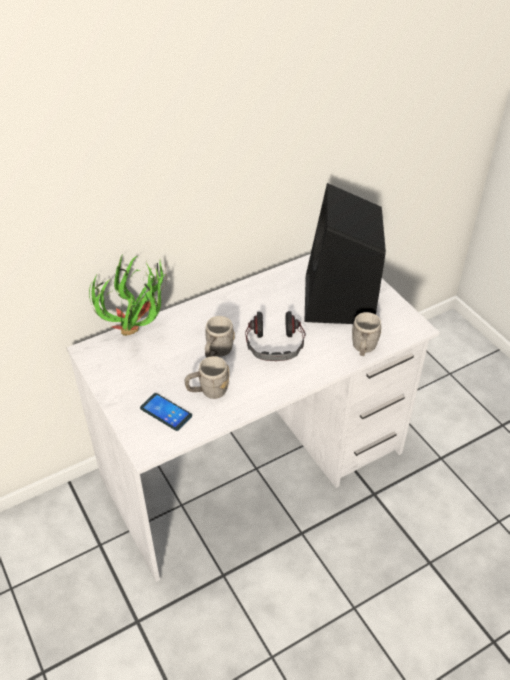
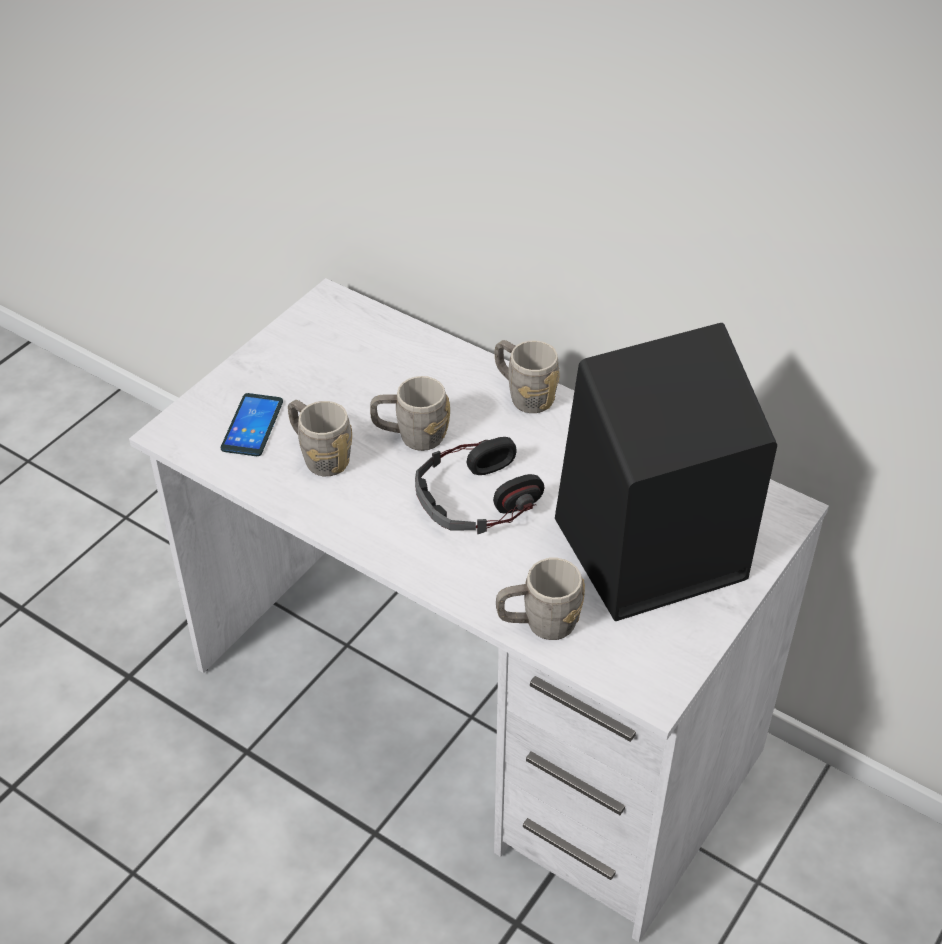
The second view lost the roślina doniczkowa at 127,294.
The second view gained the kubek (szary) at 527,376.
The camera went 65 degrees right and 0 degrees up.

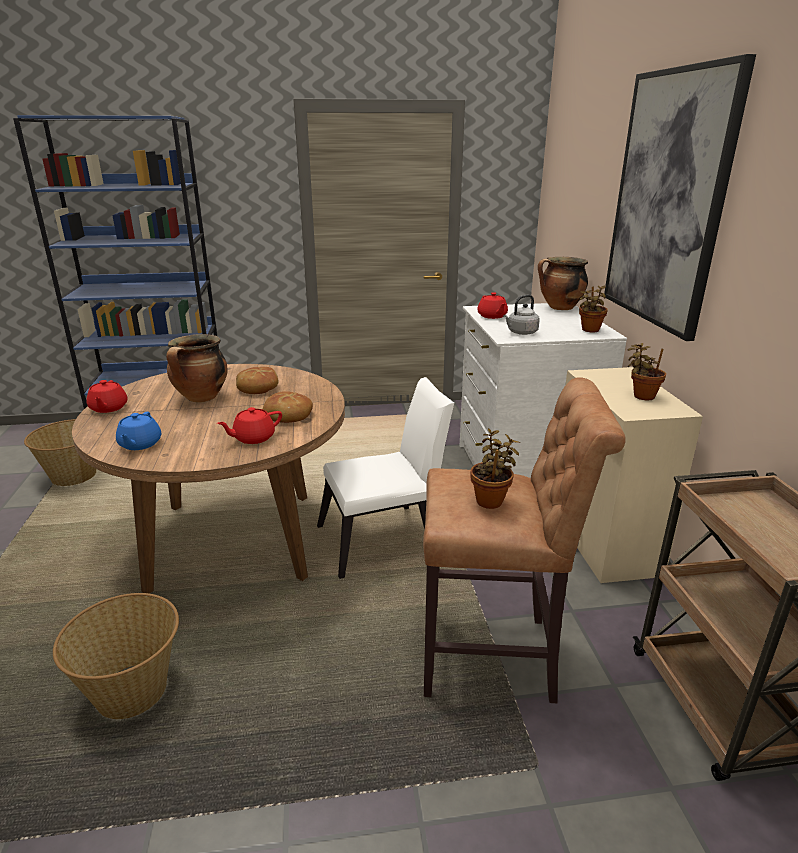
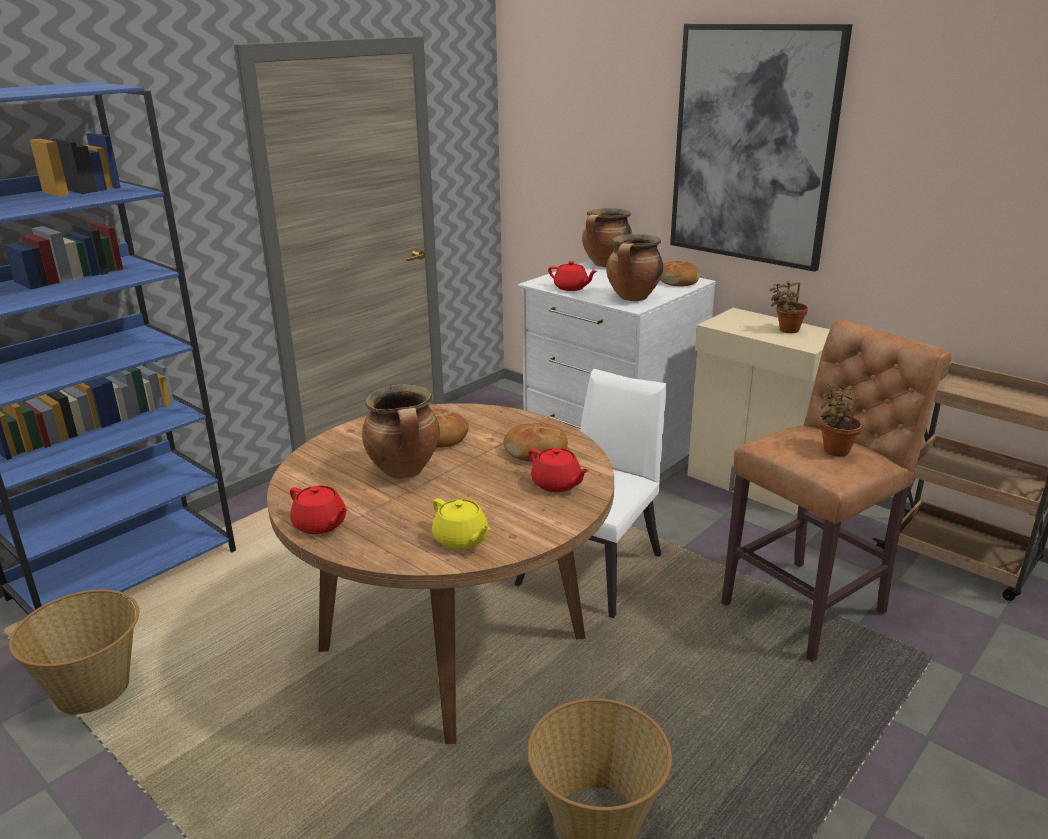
Where the czajnik (szary) stood at 521,315, the garnek came to stand at 634,267.
Where the roślina doniczkowa stood at 593,309, the chleb came to stand at 679,273.
What was the imbryk (niebieski) at 138,431 turned into the imbryk (żółty) at 461,524.
The imbryk (czerwony) at 249,425 ended up facing another way, 60 degrees counterclockwise from before.
The camera went 40 degrees left and 0 degrees up.

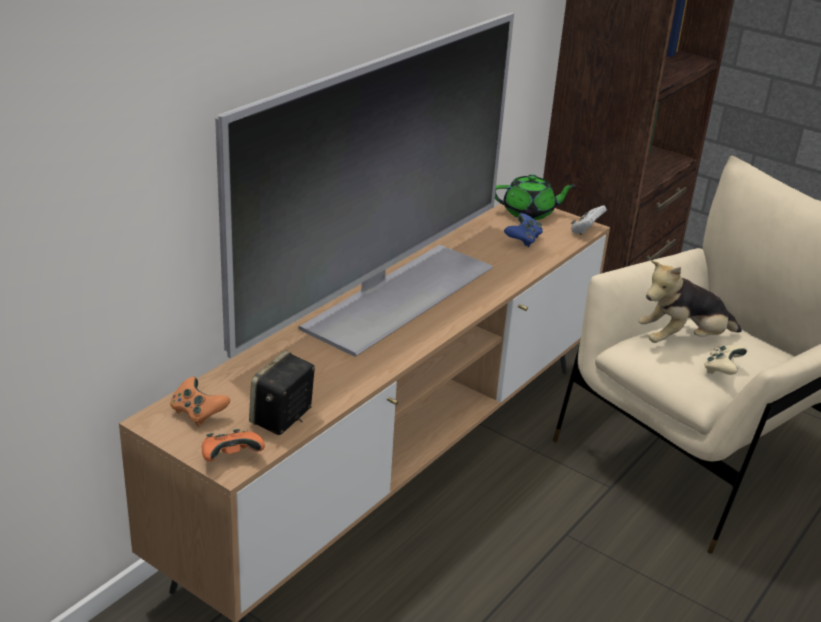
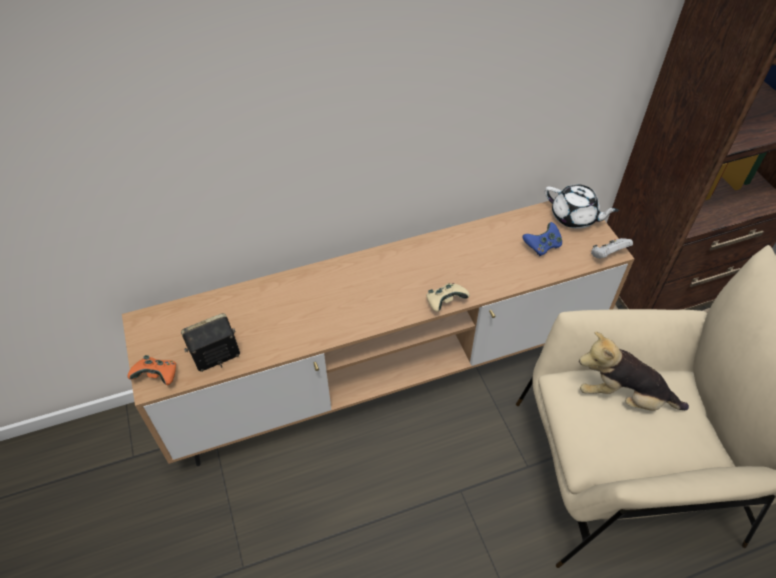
The second view lost the pad do gier (pomarańczowy) at 200,401.
The second view lost the telewizor at 364,185.
The pad do gier (beżowy) ended up elsewhere, having gone from 725,360 to 448,297.
What was the imbryk (zielony) at 535,197 turned into the imbryk (biały) at 582,206.
The camera went 35 degrees right and 20 degrees up.

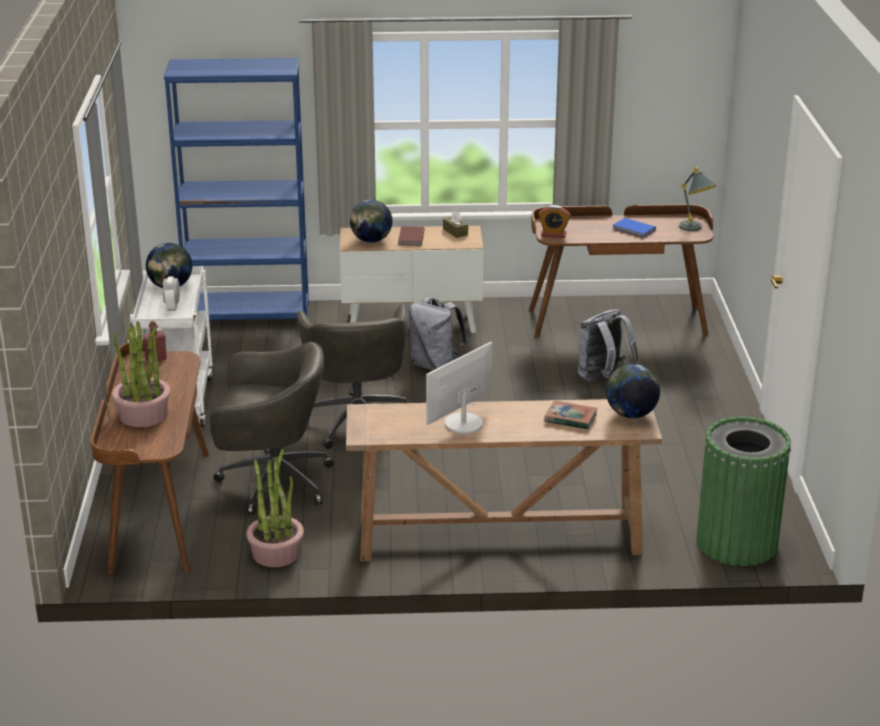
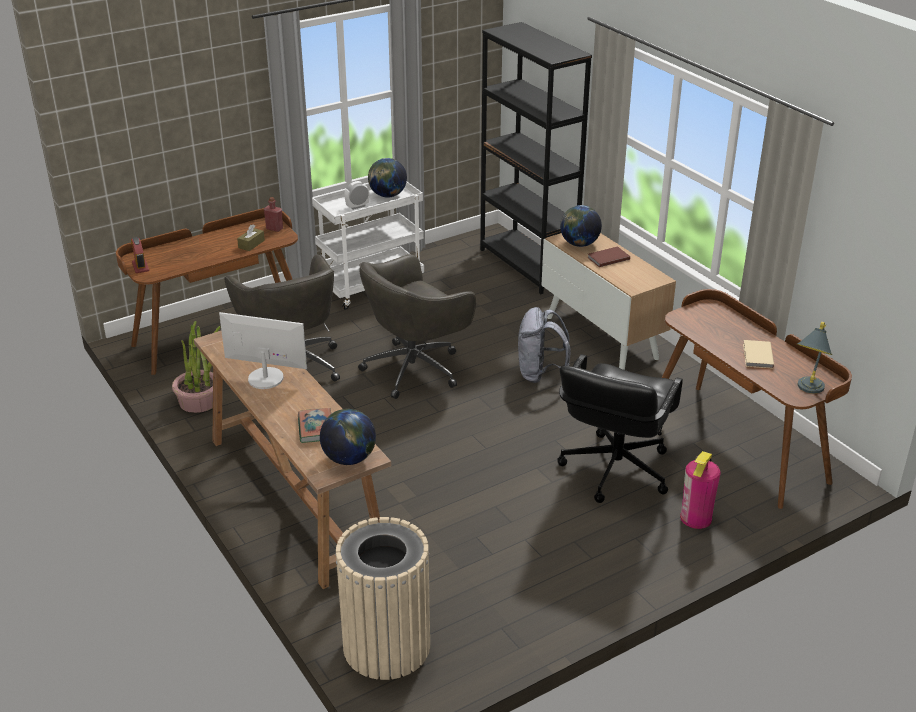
The second view lost the roślina doniczkowa at 141,374.
The second view gained the gaśnica at 700,490.
The pudełko chusteczek (brązowy) ended up elsewhere, having gone from 455,224 to 251,238.
The budzik ended up elsewhere, having gone from 554,221 to 140,255.
Where the plecak (szary) stood at 608,345, the krzesło biurowe (czarny) came to stand at 620,428.
What was the regał (niebieski) at 236,189 turned into the regał (czarny) at 536,158.
What was the książka (niebieski) at 634,228 turned into the książka (beżowy) at 758,354.
What was the kosz na śmieci (zielony) at 744,491 turned into the kosz na śmieci (beżowy) at 382,598.
The camera went 60 degrees right and 5 degrees up.

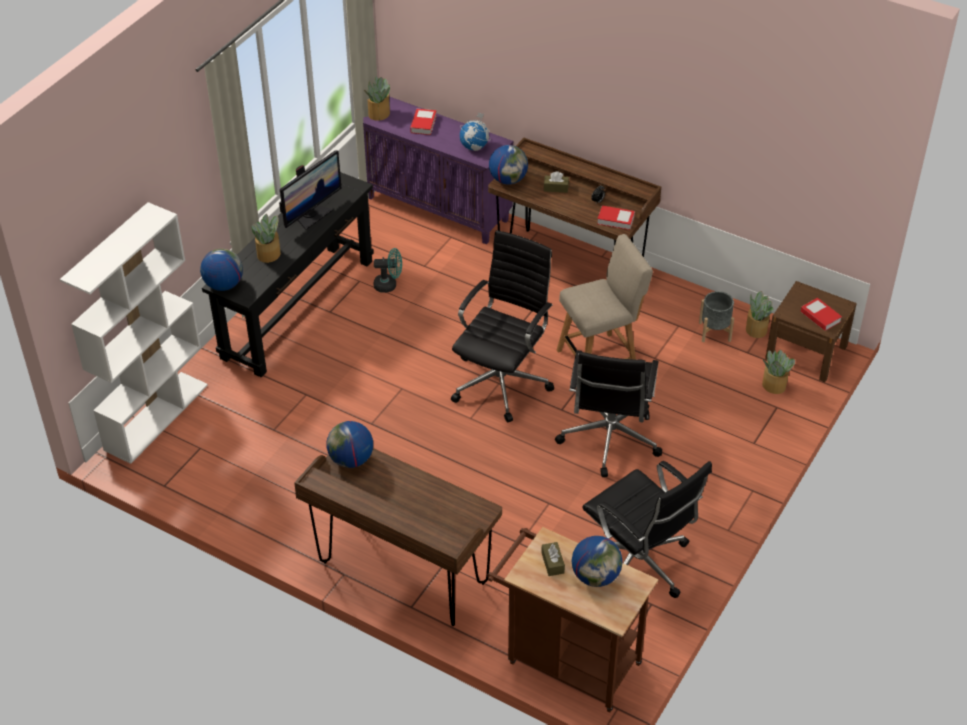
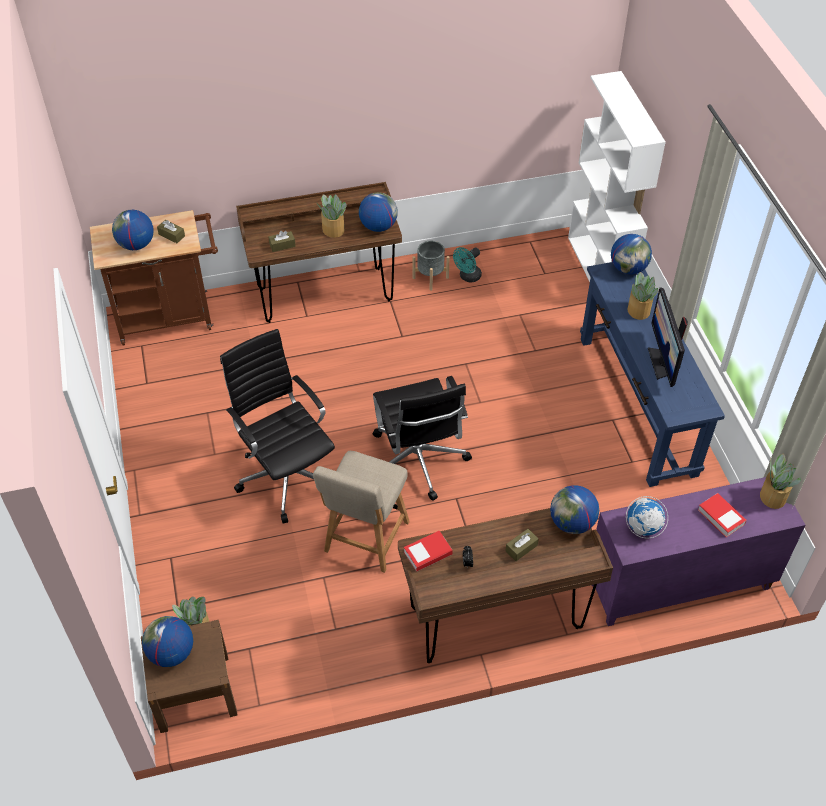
The second view lost the krzesło biurowe (czarny) at 647,529.
The second view gained the pudełko chusteczek (brązowy) at 282,241.
The wentylator (turkusowy) ended up elsewhere, having gone from 387,270 to 467,264.
The donica (szary) ended up elsewhere, having gone from 716,316 to 431,266.
The roślina doniczkowa ended up elsewhere, having gone from 760,314 to 331,216.
Where the książka stood at 821,314, the globus came to stand at 167,641.
What was the stolik konsolowy (czarny) at 288,274 turned into the stolik konsolowy (niebieski) at 652,374.
The camera went 135 degrees right and 5 degrees up.

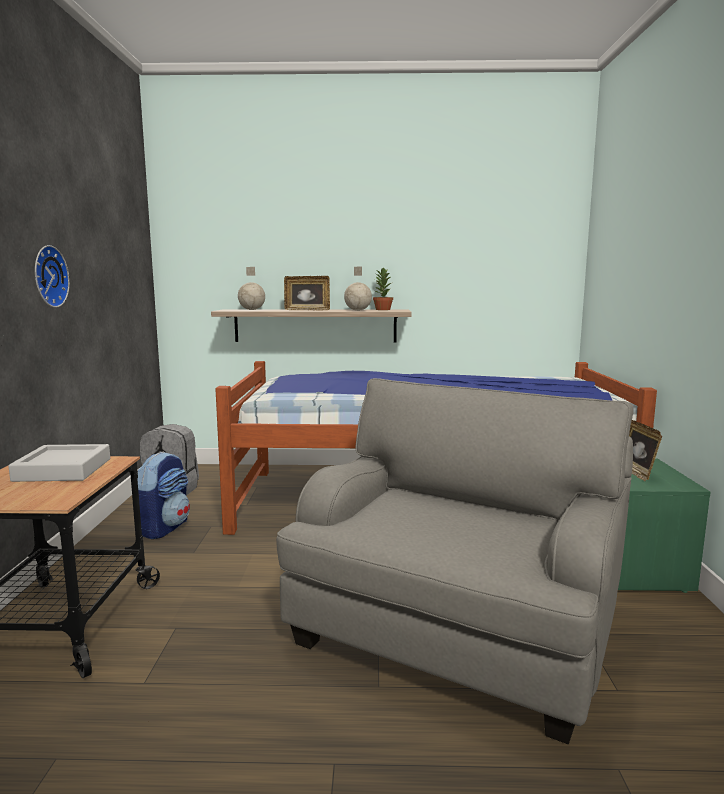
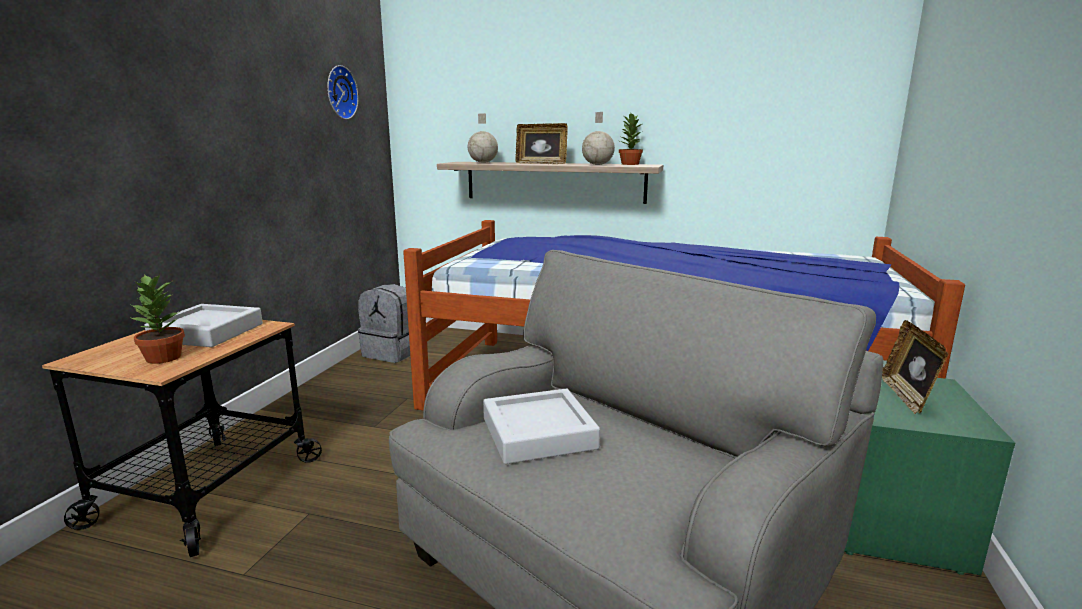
The second view lost the plecak at 163,495.
The second view gained the roślina doniczkowa at 157,319.
The second view gained the taca (szary) at 541,426.
The zegar ścienny ended up elsewhere, having gone from 52,276 to 343,92.
The camera went 15 degrees right and 5 degrees up.

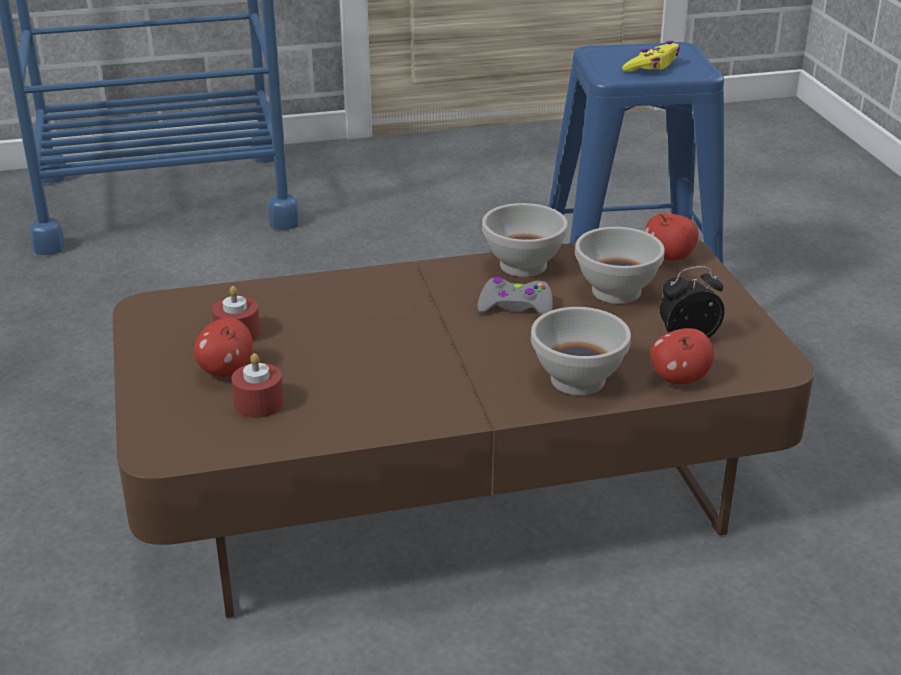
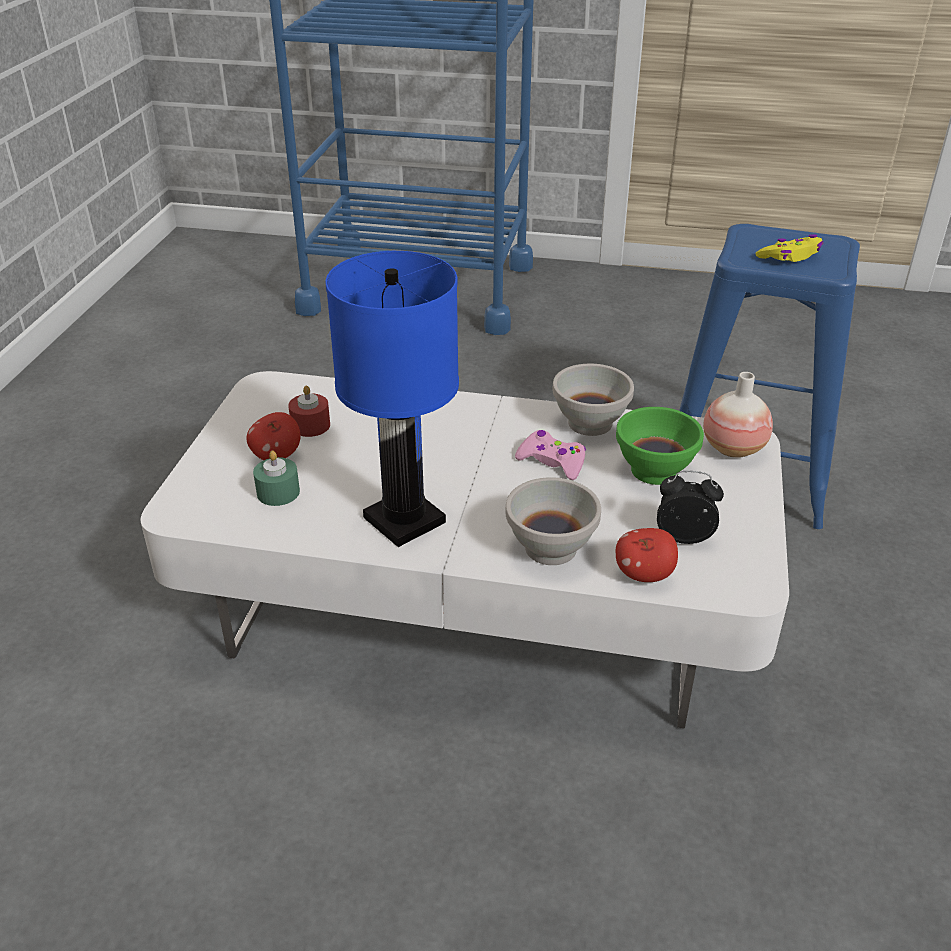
The second view gained the lampa stołowa (niebieski) at 392,399.
Where the jabłko stood at 672,237, the wazon came to stand at 738,415.
What was the ława (brązowy) at 463,428 turned into the ława (biały) at 464,549.
What was the świeca (czerwony) at 257,385 turned into the świeca (zielony) at 276,478.
What was the pad do gier (szary) at 515,296 turned into the pad do gier (różowy) at 550,455.
What was the miska (biały) at 620,265 turned into the miska (zielony) at 660,446.
The camera went 25 degrees right and 5 degrees up.

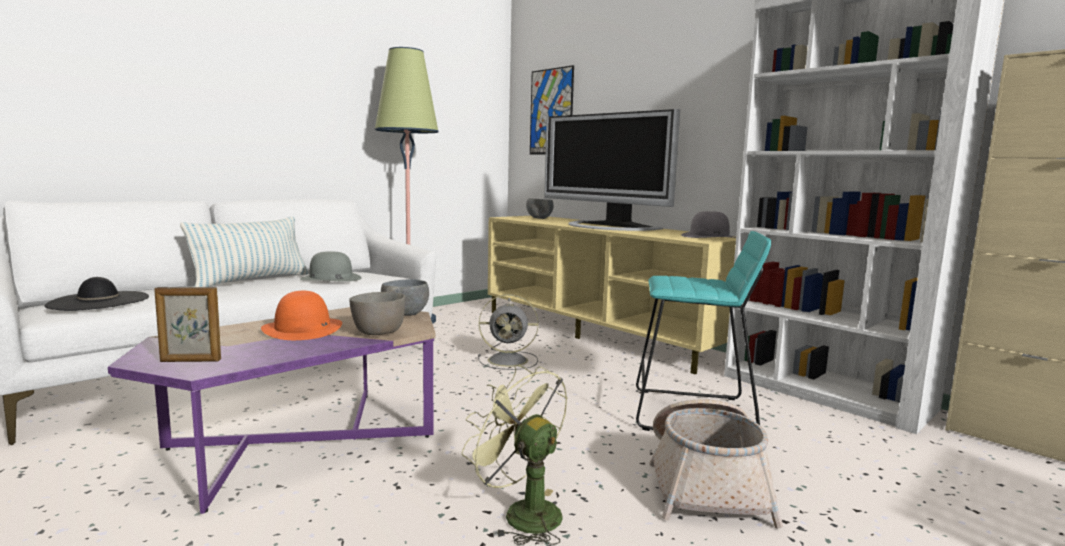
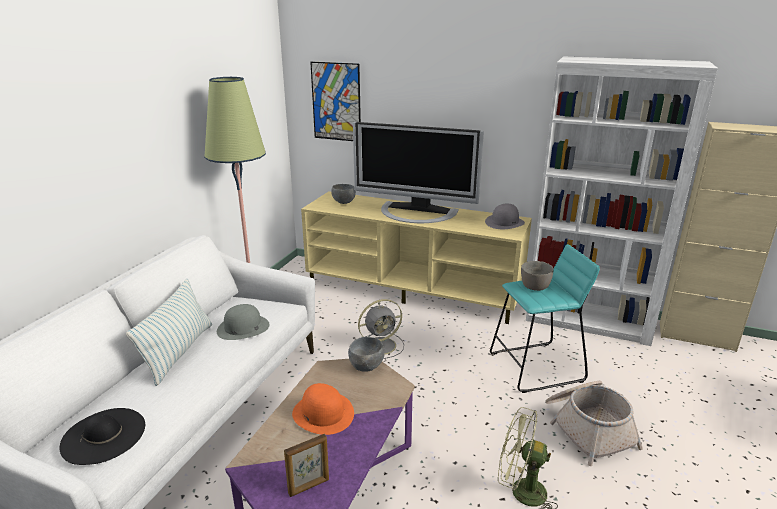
The miska (szary) ended up elsewhere, having gone from 377,313 to 537,276.
The camera went 25 degrees left and 15 degrees up.

